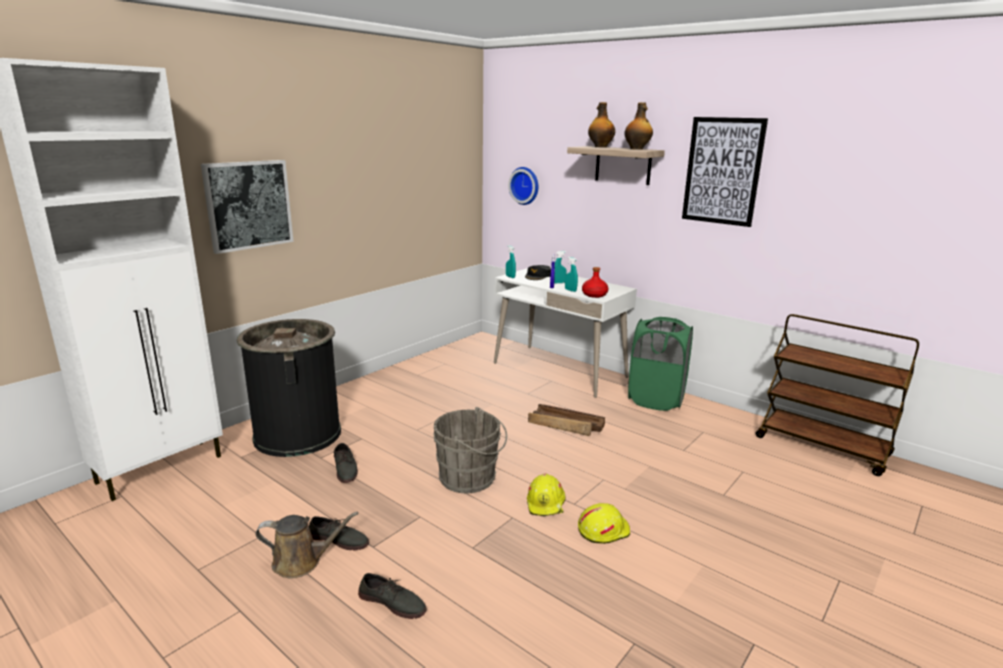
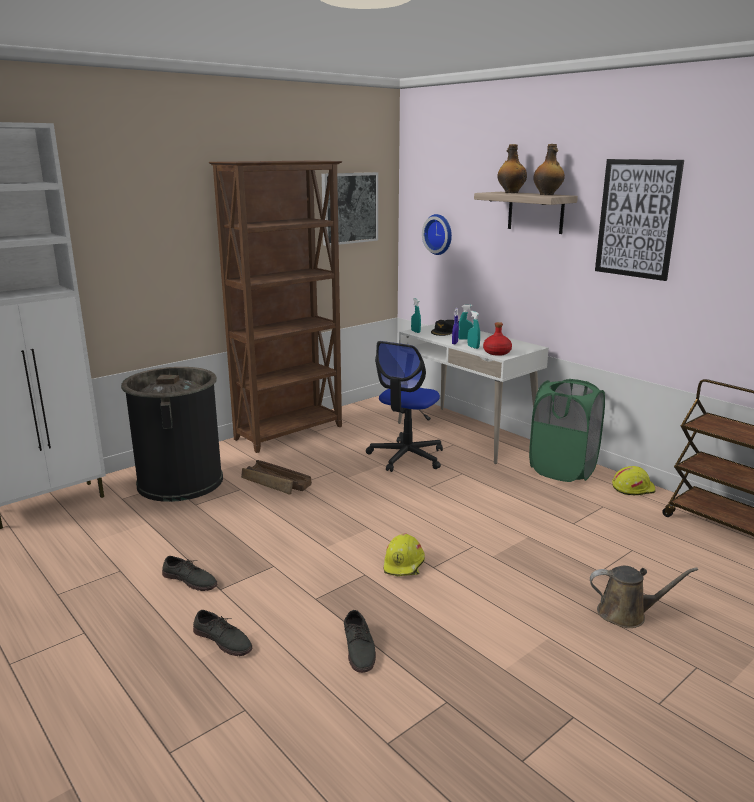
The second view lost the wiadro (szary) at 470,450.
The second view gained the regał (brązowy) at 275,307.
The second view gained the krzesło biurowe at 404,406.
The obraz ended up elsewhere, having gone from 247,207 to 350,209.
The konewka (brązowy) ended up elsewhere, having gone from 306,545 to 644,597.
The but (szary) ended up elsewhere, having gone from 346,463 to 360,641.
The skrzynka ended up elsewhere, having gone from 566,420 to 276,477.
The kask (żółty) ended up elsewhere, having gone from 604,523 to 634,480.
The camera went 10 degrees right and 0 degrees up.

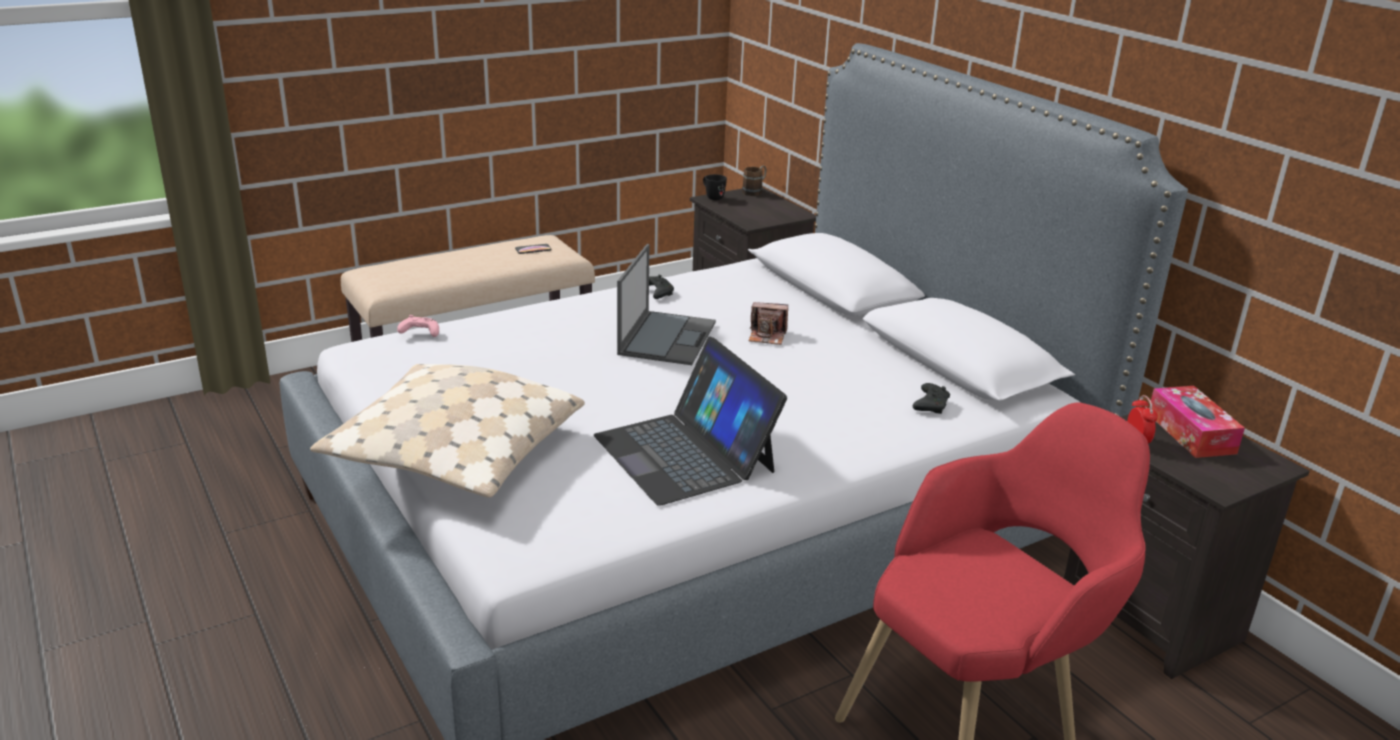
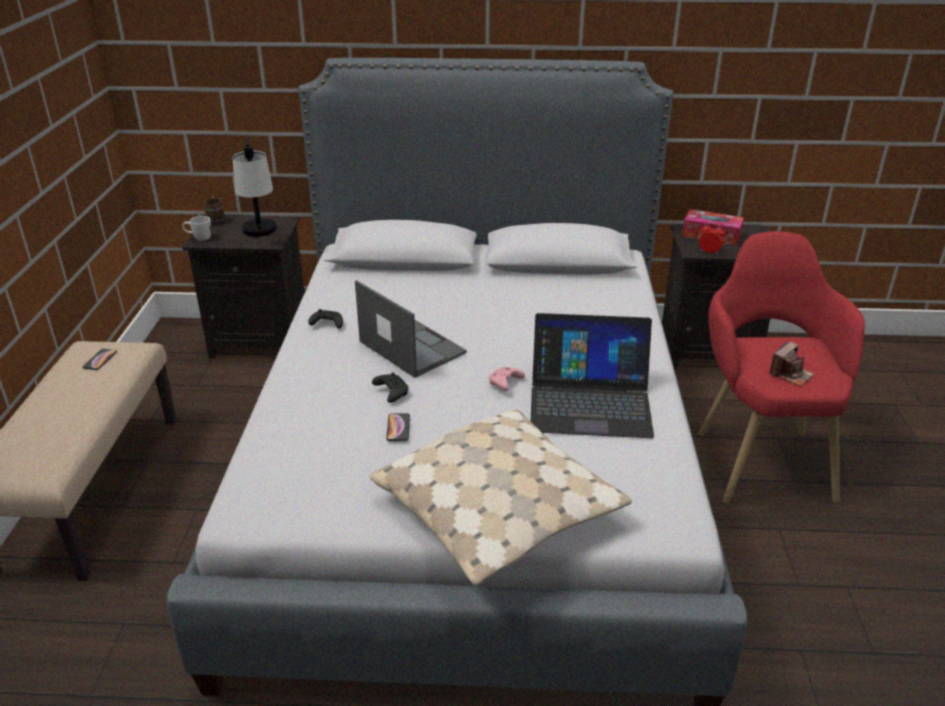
The second view gained the lampa stołowa at 254,187.
The second view gained the telefon at 398,427.
The pad do gier (różowy) ended up elsewhere, having gone from 418,326 to 507,379.
The aparat fotograficzny ended up elsewhere, having gone from 768,323 to 791,363.
The pad do gier (czarny) ended up elsewhere, having gone from 931,398 to 390,388.
What was the kubek (czarny) at 715,187 turned into the kubek (biały) at 196,228.
The camera went 55 degrees left and 5 degrees up.

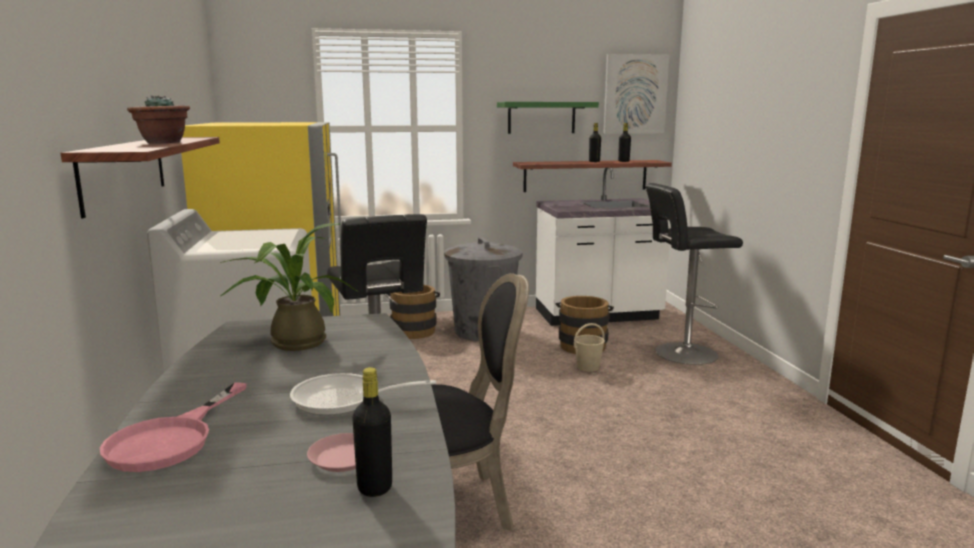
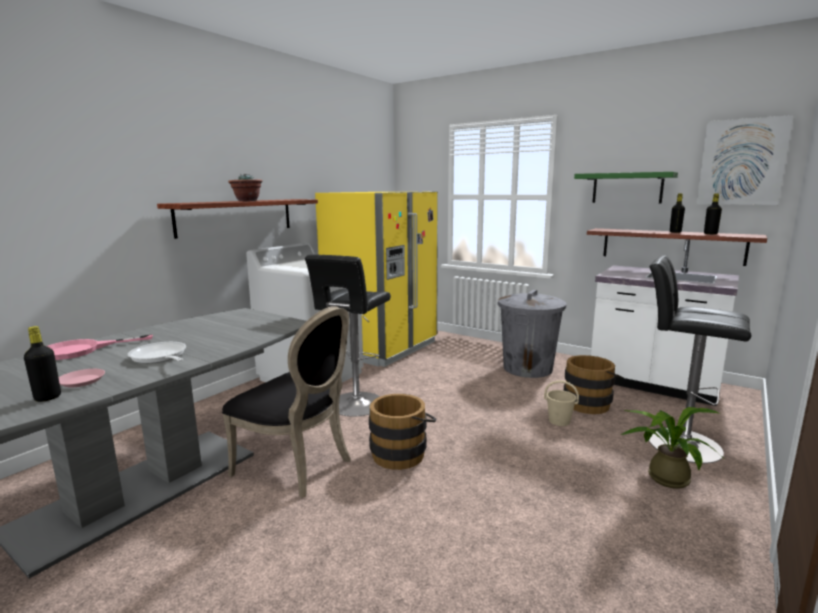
The roślina doniczkowa ended up elsewhere, having gone from 289,287 to 671,448.
The wiadro (brązowy) ended up elsewhere, having gone from 413,312 to 402,432.
The camera went 45 degrees right and 0 degrees up.

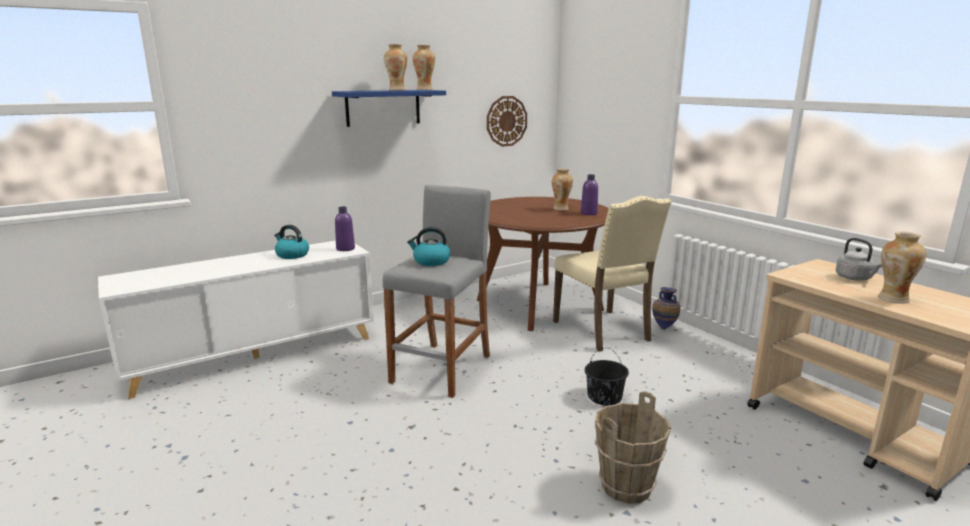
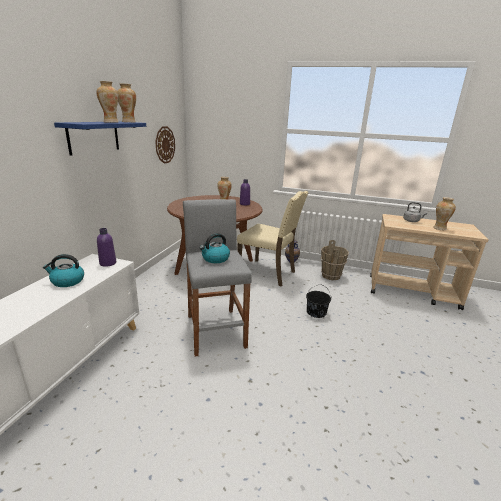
The wiadro (brązowy) ended up elsewhere, having gone from 633,447 to 335,260.
The camera went 40 degrees left and 5 degrees up.

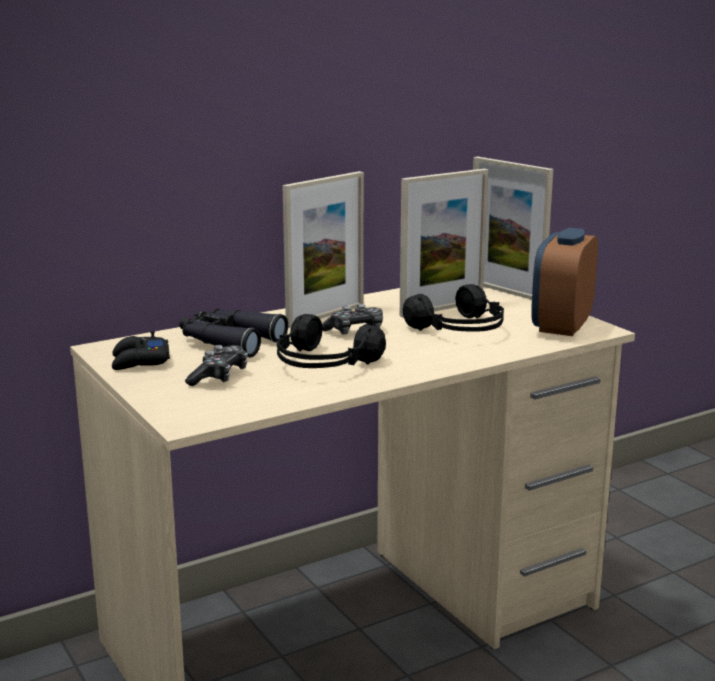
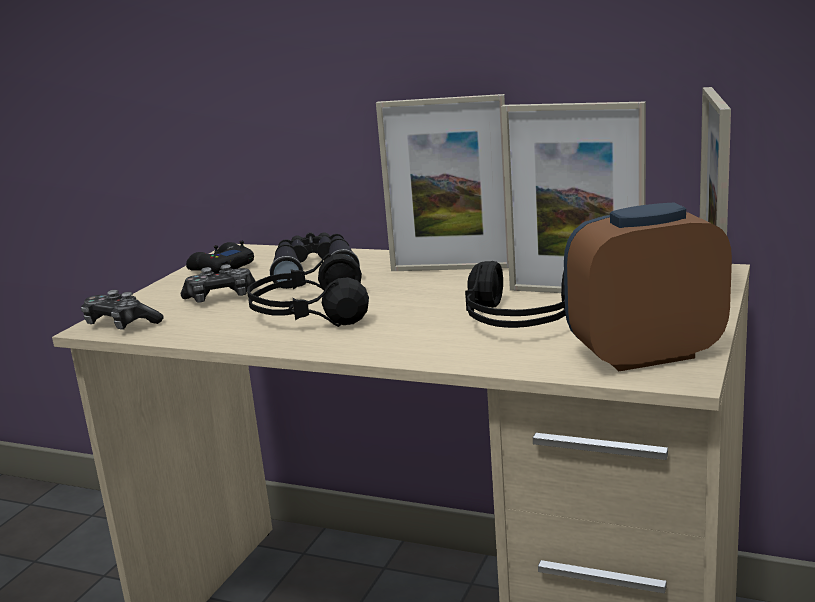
The pad do gier ended up elsewhere, having gone from 352,319 to 122,310.
The camera went 55 degrees right and 0 degrees up.

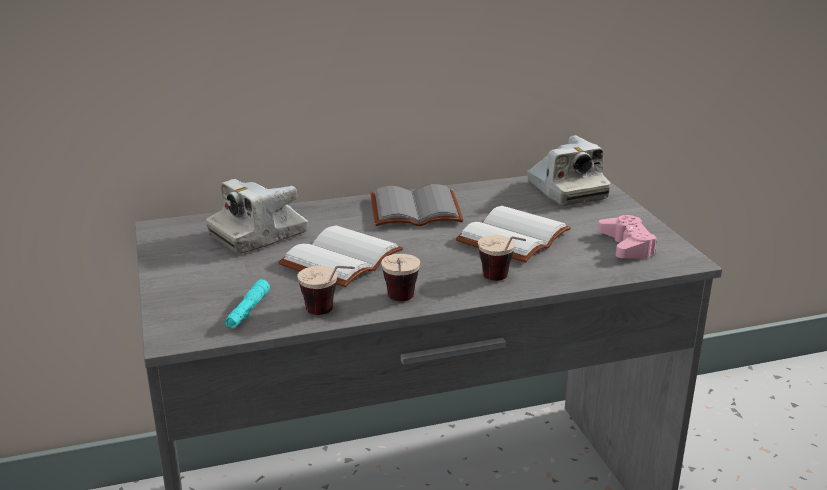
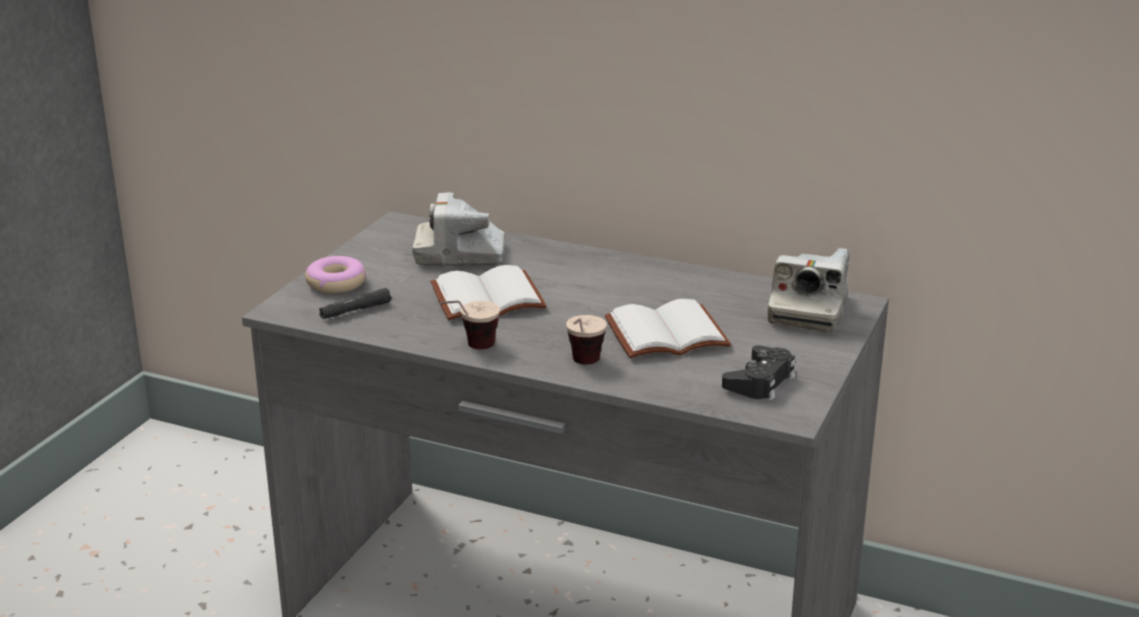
The second view lost the filiżanka at 326,290.
The second view lost the książka (szary) at 417,205.
The second view gained the donut at 335,274.
What was the latarka (turkusowy) at 247,303 turned into the latarka (czarny) at 355,303.
What was the pad do gier (różowy) at 627,236 turned into the pad do gier (czarny) at 758,372.
The camera went 40 degrees right and 0 degrees up.

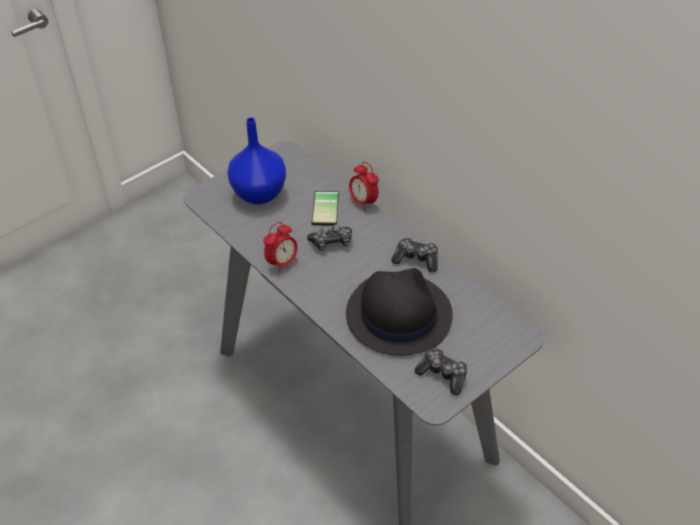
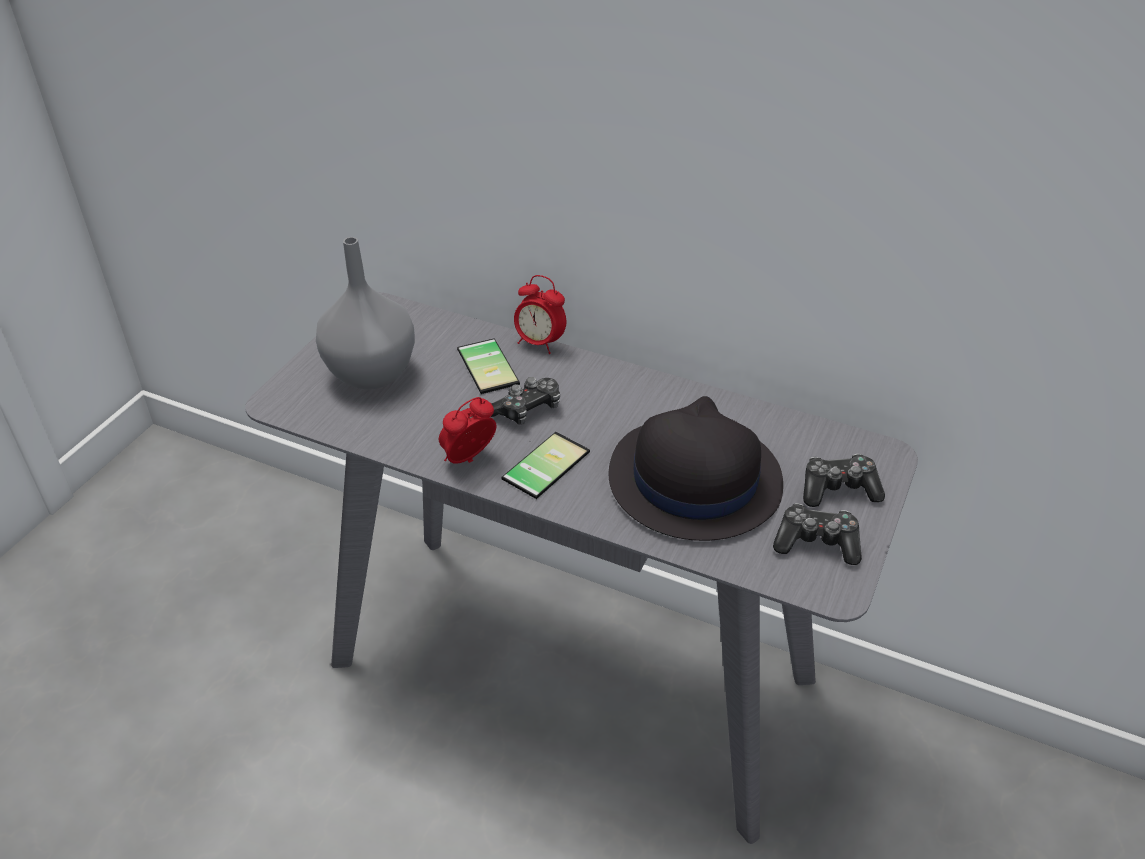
The second view gained the telefon at 545,465.
The pad do gier ended up elsewhere, having gone from 414,254 to 844,480.
What was the wazon (niebieski) at 257,160 turned into the wazon (szary) at 365,313.
The budzik at 280,247 ended up facing another way, 150 degrees counterclockwise from before.
The camera went 25 degrees left and 5 degrees down.

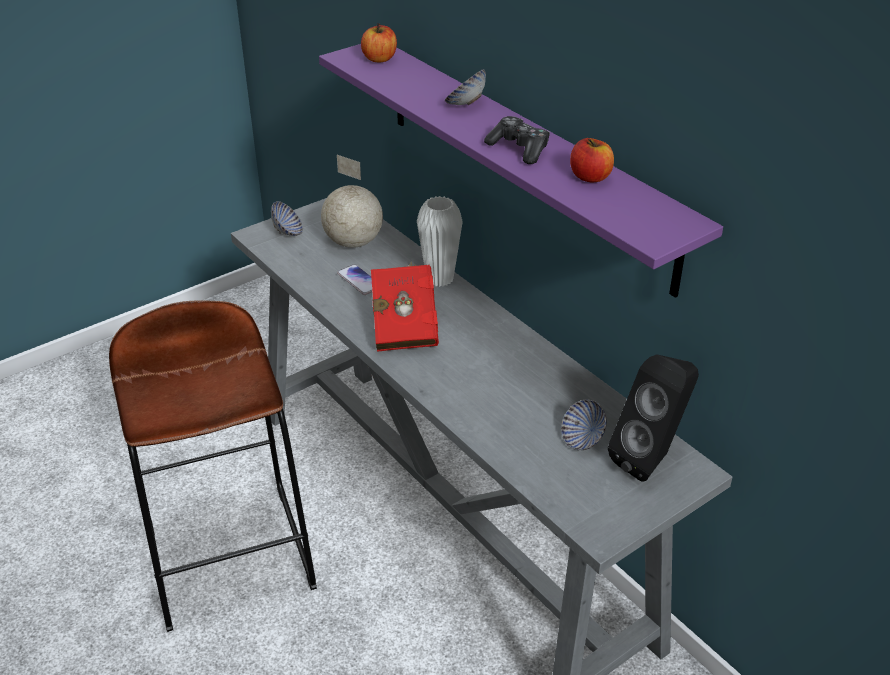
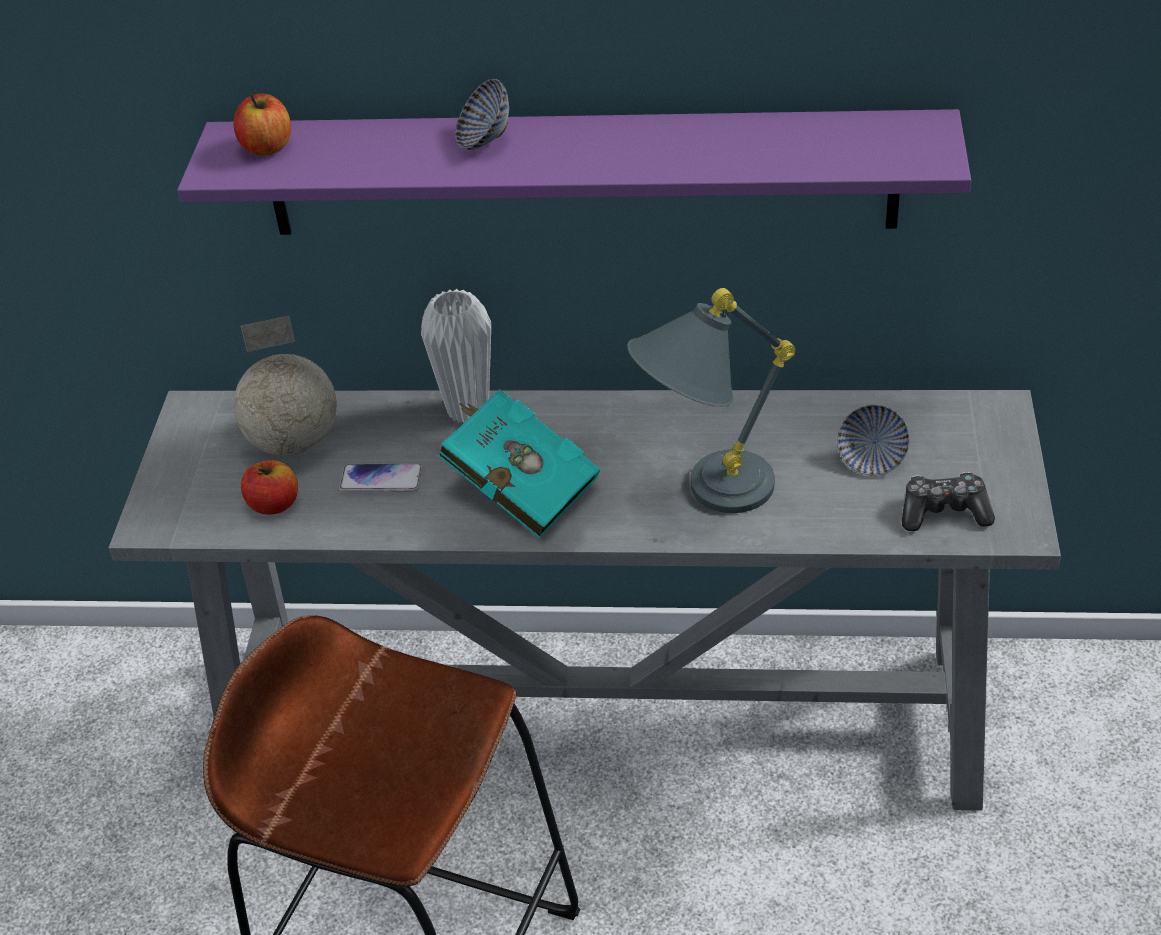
The second view lost the miska at 287,218.
The second view lost the głośnik (czarny) at 653,418.
The second view gained the lampa stołowa (szary) at 711,400.
The pad do gier ended up elsewhere, having gone from 517,140 to 948,501.
The jabłko ended up elsewhere, having gone from 592,160 to 269,487.
What was the książka (czerwony) at 405,307 turned into the książka (turkusowy) at 519,464.
The camera went 45 degrees left and 5 degrees up.

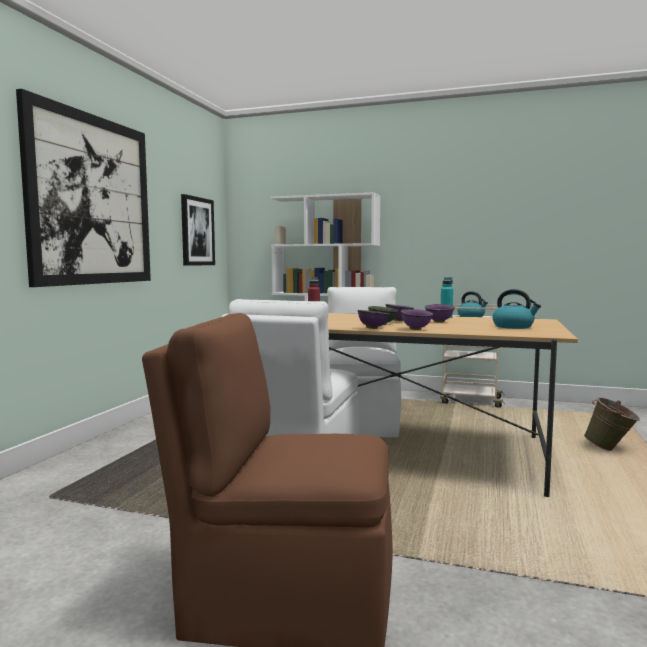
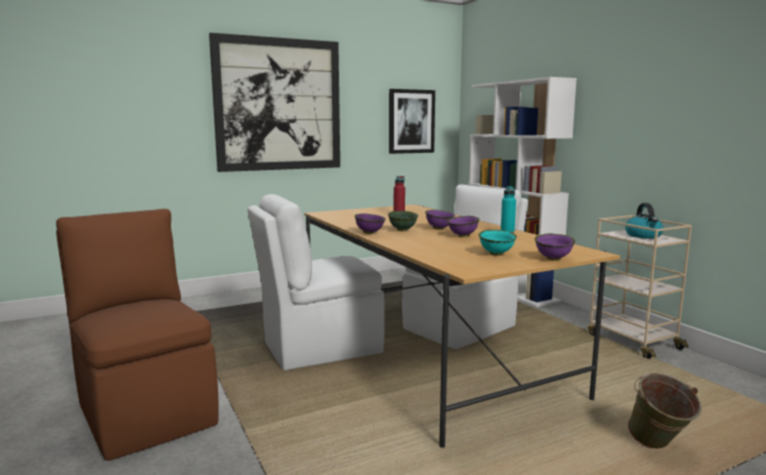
The miska (fioletowy) ended up elsewhere, having gone from 417,319 to 555,247.
Where the czajnik stood at 517,309, the miska (turkusowy) came to stand at 498,243.
The camera went 45 degrees right and 5 degrees up.

